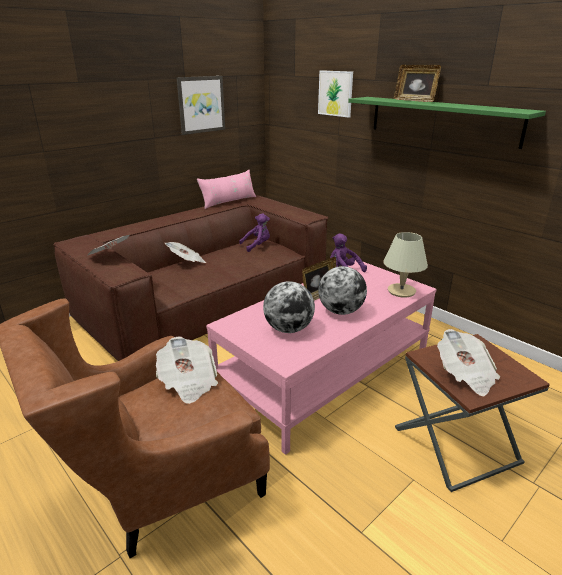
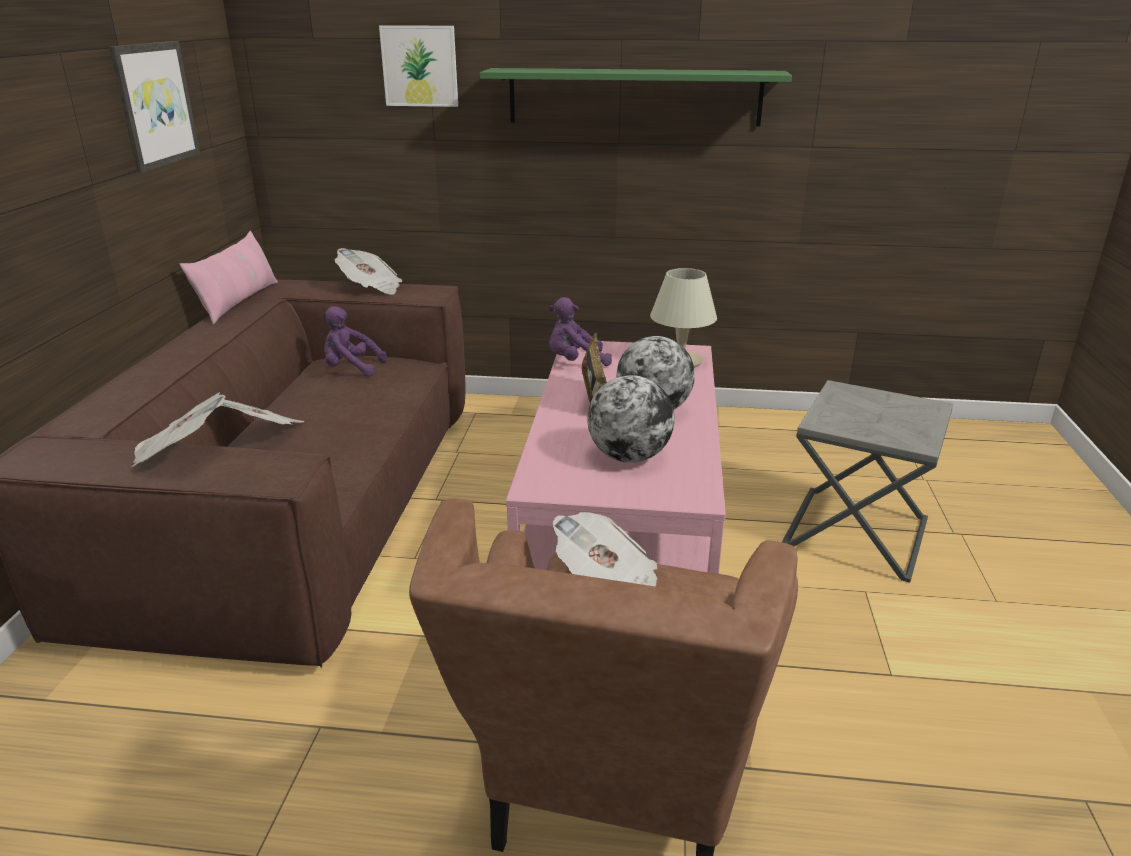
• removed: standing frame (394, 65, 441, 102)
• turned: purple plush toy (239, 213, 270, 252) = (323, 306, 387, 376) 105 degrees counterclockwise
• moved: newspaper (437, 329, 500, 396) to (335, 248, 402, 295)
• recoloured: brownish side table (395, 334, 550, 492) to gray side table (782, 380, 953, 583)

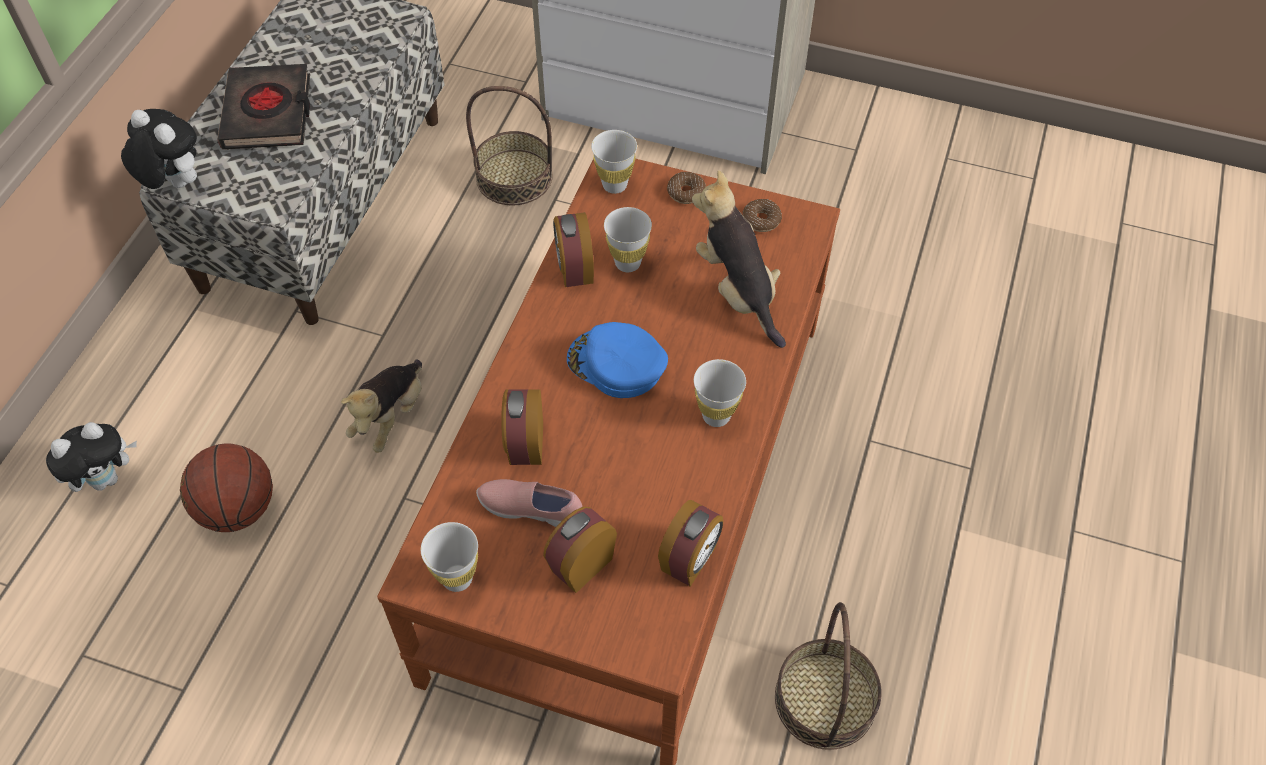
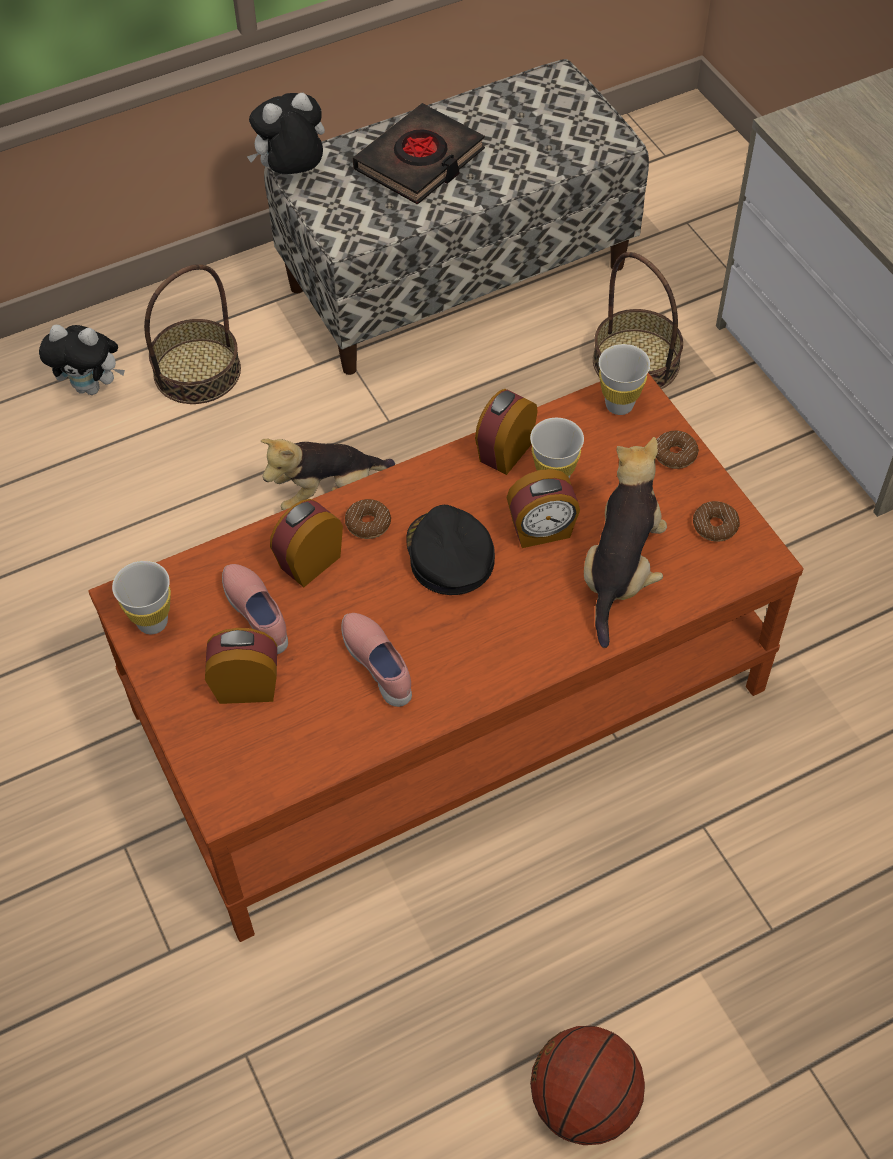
• turned: plush toy (121, 109, 197, 189) = (247, 93, 325, 175) 105 degrees counterclockwise
• recoloured: bluish baseball cap (567, 322, 668, 398) to black baseball cap (406, 505, 495, 595)
• removed: white small cup (694, 359, 746, 427)
• moved: basketball ball (180, 443, 273, 532) to (530, 1026, 645, 1145)
• moved: bedside clock (658, 500, 723, 587) to (507, 469, 580, 548)
• moved: storage basket (775, 602, 882, 750) to (144, 264, 241, 404)
• added: ring doughnut (345, 499, 391, 539)
• added: pink-coloured low shoe (341, 613, 412, 707)

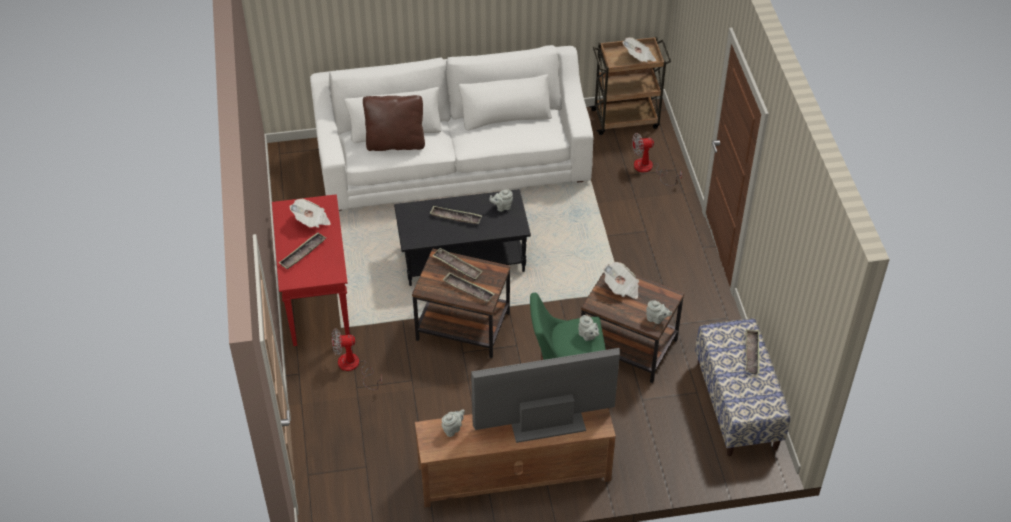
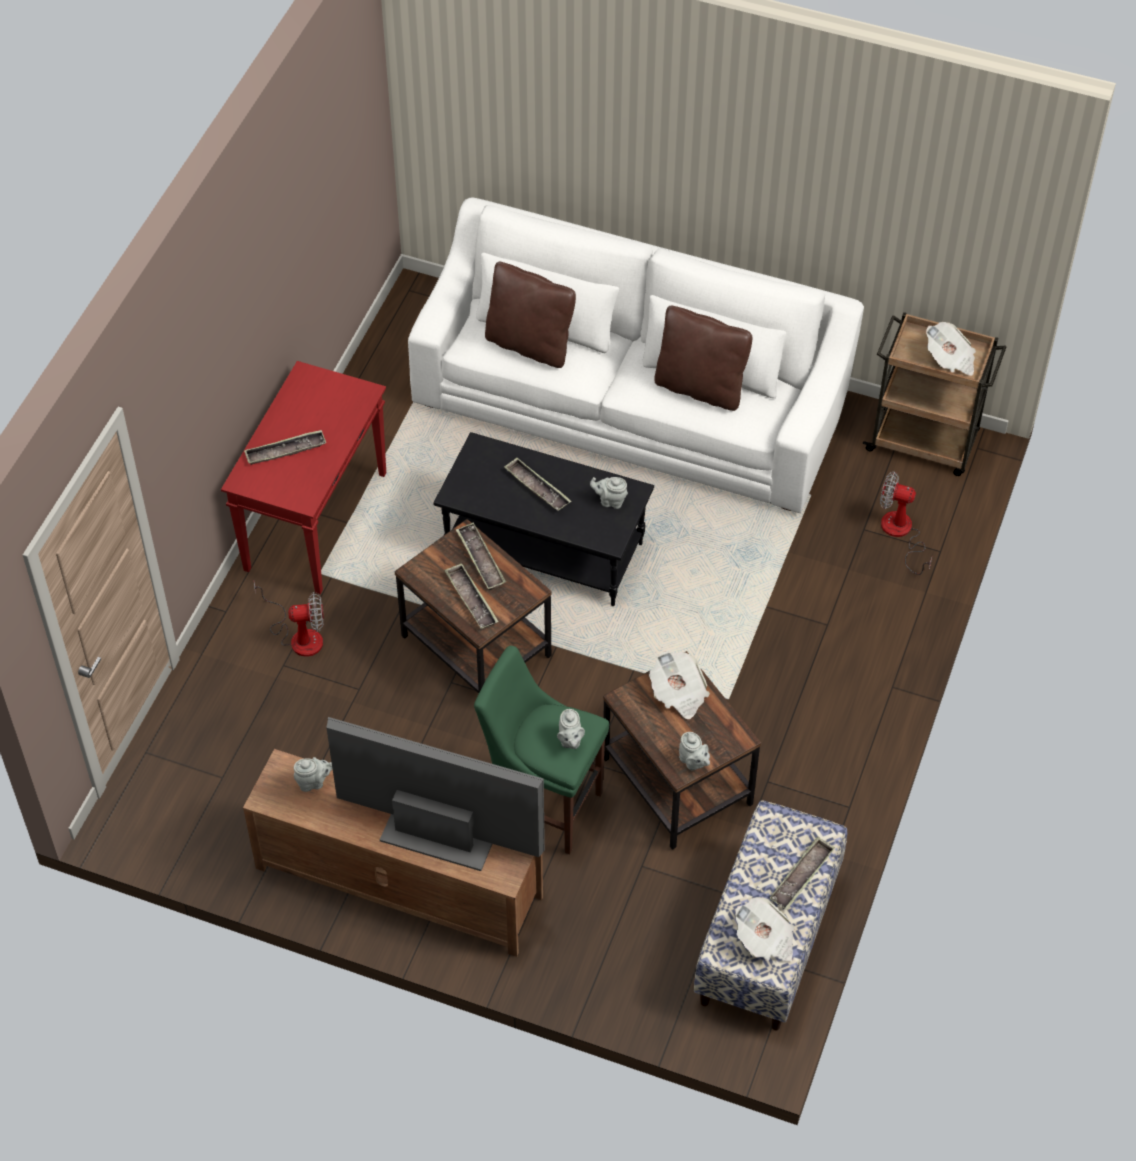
• moved: newspaper (289, 199, 331, 228) to (735, 897, 794, 962)
• turned: cooling fan (332, 328, 382, 390) = (254, 582, 324, 657) 150 degrees clockwise
• added: brownish pillow (654, 305, 752, 411)

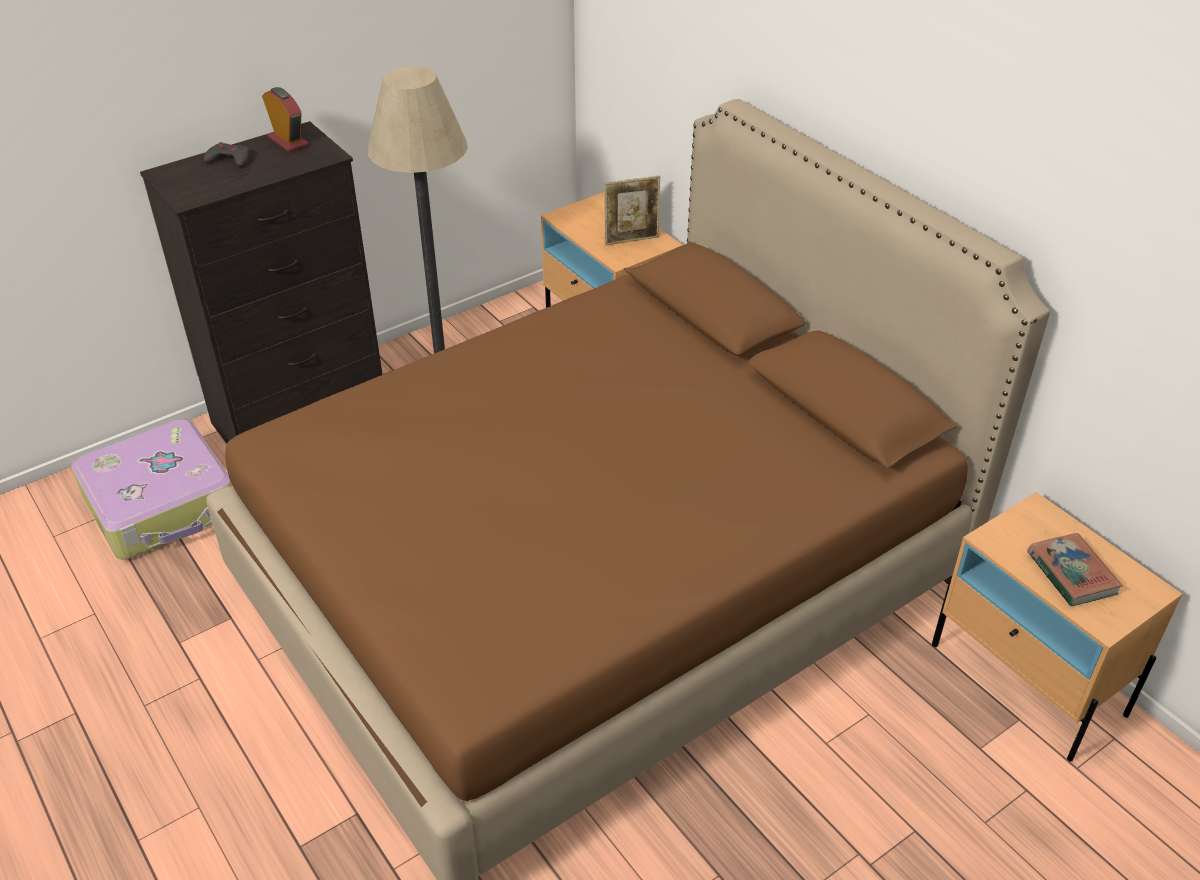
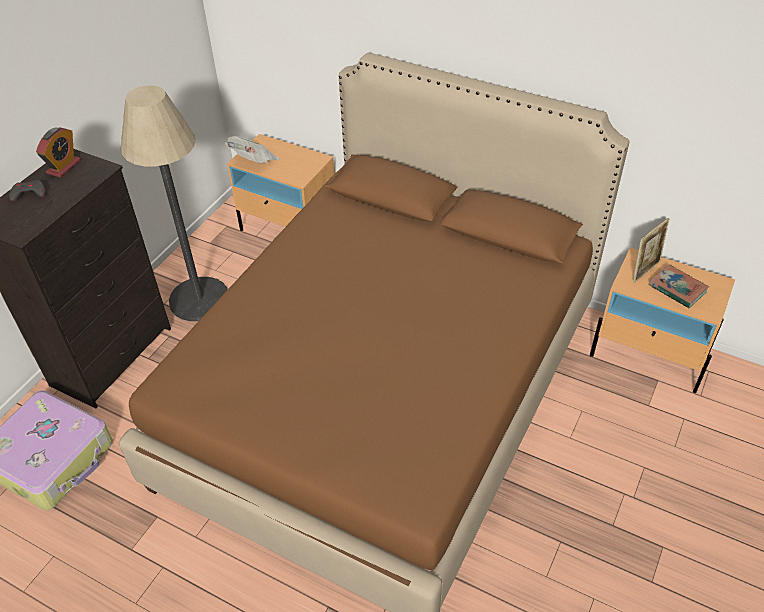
• turned: bedside clock (262, 87, 309, 152) = (36, 127, 81, 178) 90 degrees clockwise
• moved: standing frame (605, 176, 660, 245) to (633, 218, 669, 283)
• added: newspaper (225, 136, 280, 163)

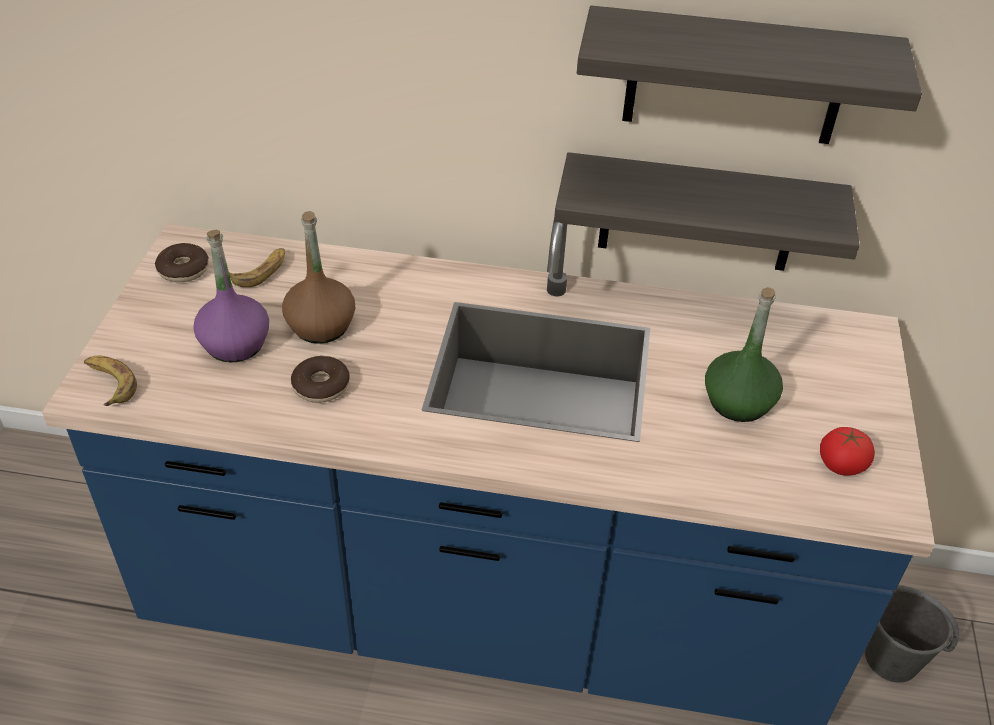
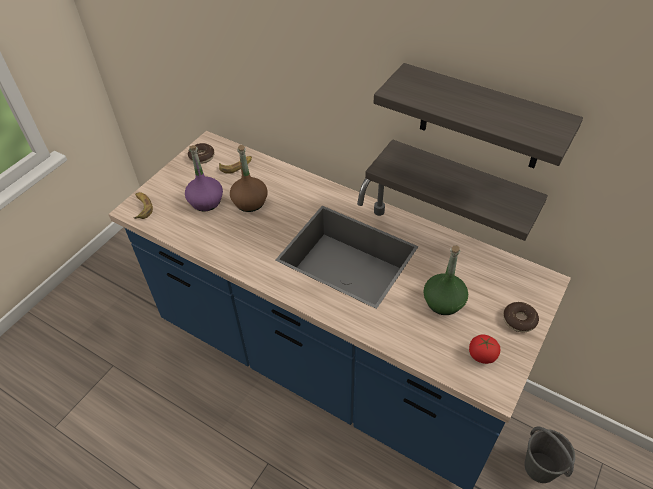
• moved: ring doughnut (291, 356, 350, 403) to (503, 302, 539, 332)

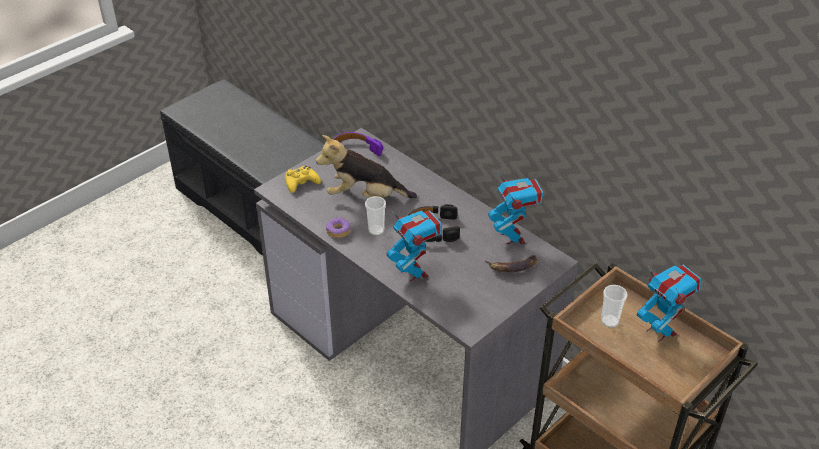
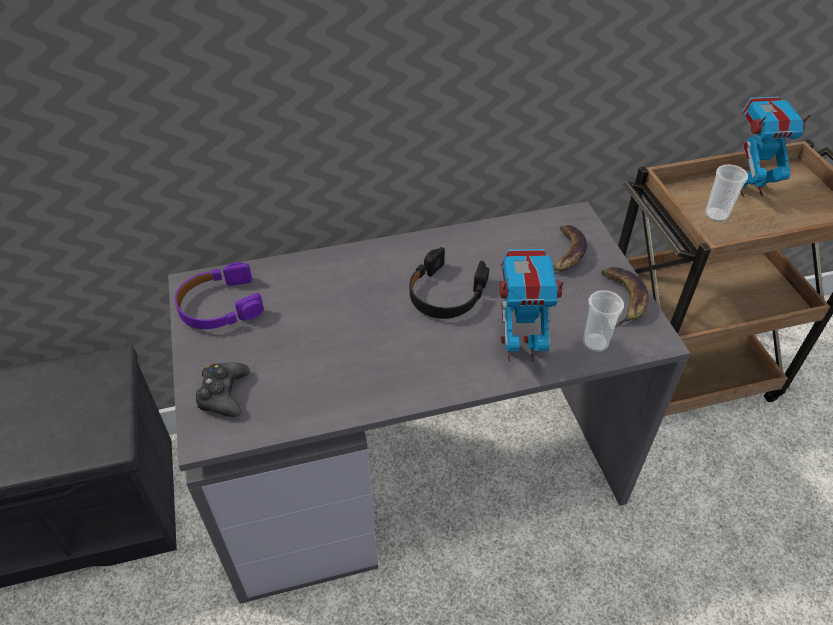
• removed: plush toy (316, 135, 417, 198)
• recoloured: yellow gamepad (285, 166, 321, 193) to black gamepad (196, 363, 250, 417)
• removed: toy robot (488, 171, 543, 244)
• moved: small cup (365, 196, 386, 236) to (583, 290, 624, 352)
• removed: ring doughnut (326, 217, 350, 238)
• added: whole banana (601, 267, 649, 327)

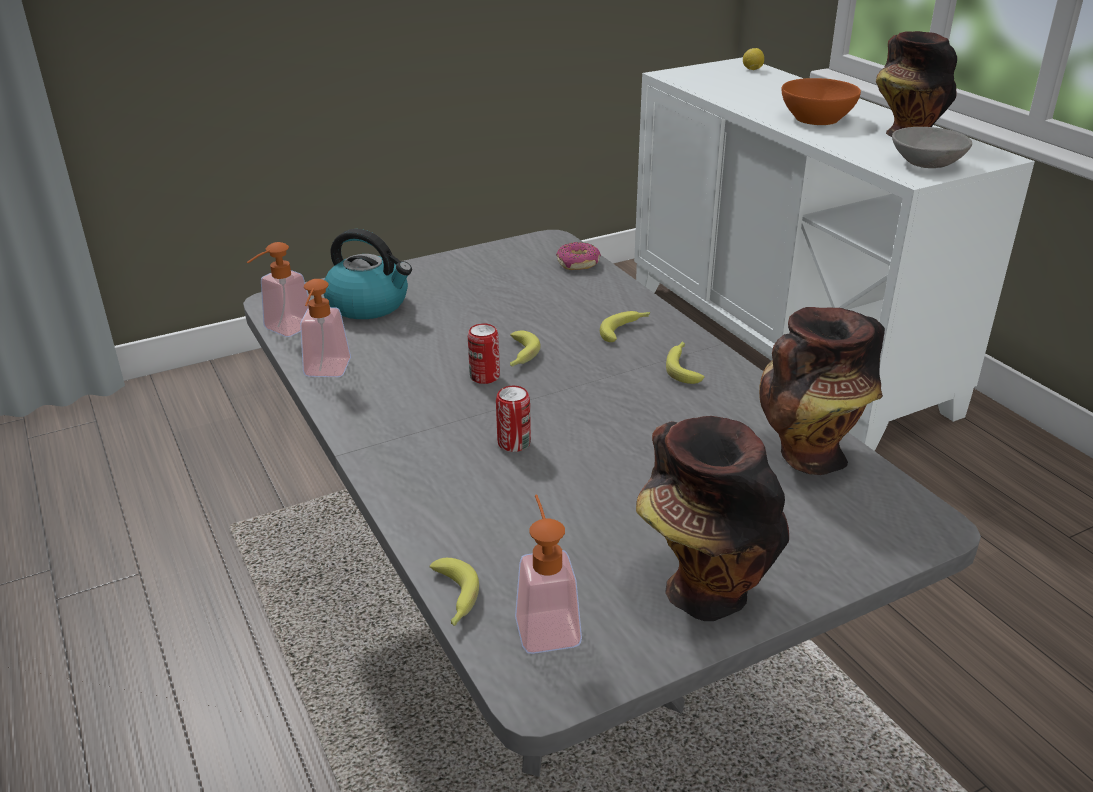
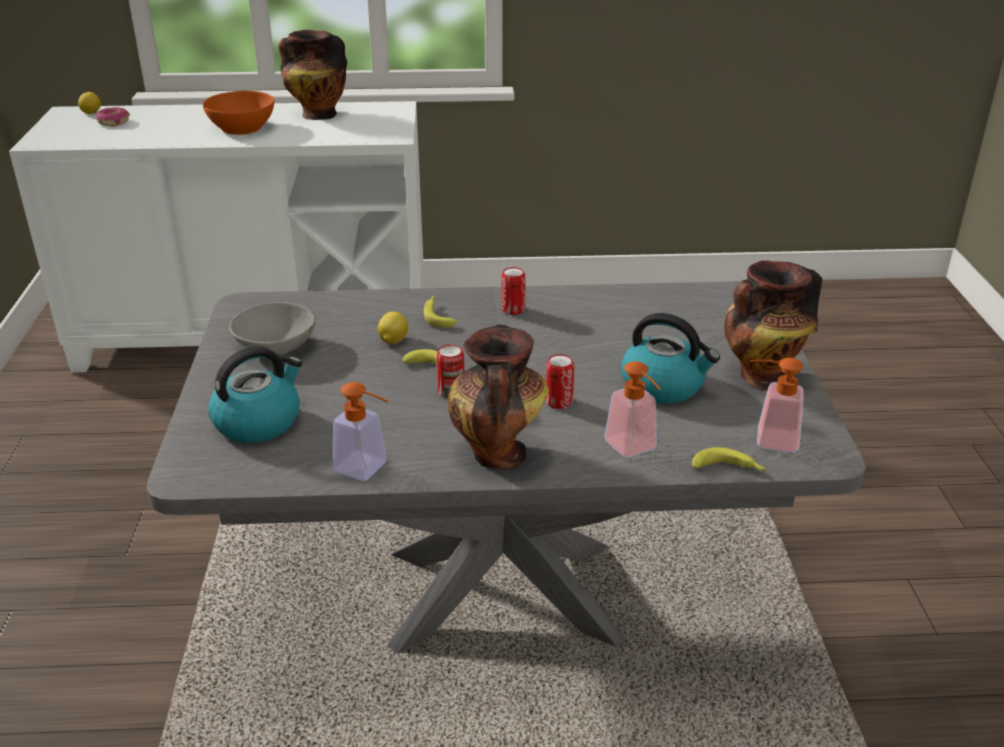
• moved: gray bowl (892, 127, 972, 168) to (229, 302, 316, 355)
• moved: liquid soap bottle (247, 242, 310, 337) to (604, 361, 661, 458)
• moved: ring doughnut (556, 242, 601, 270) to (96, 107, 130, 126)
• moved: flower vase (759, 307, 885, 475) to (448, 325, 549, 469)
• replaced: whole banana (666, 341, 705, 384) to can (501, 267, 526, 315)
• added: lemon (378, 312, 408, 344)
• added: water kettle (621, 313, 720, 404)

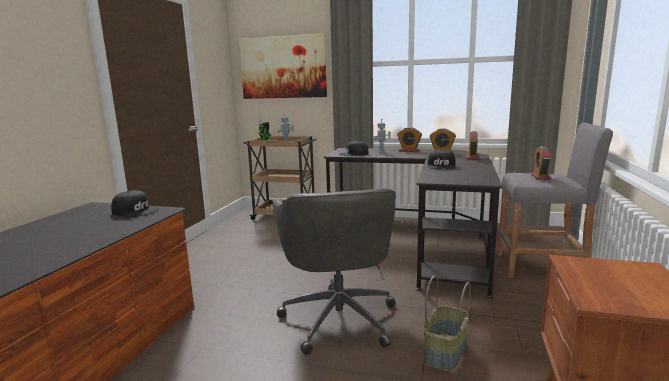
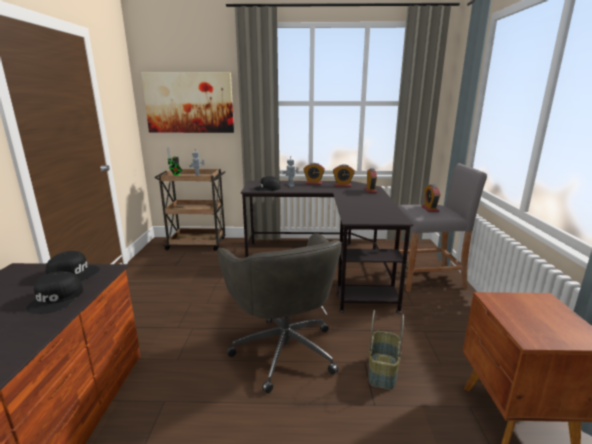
• moved: black baseball cap (428, 150, 456, 169) to (26, 271, 83, 314)

